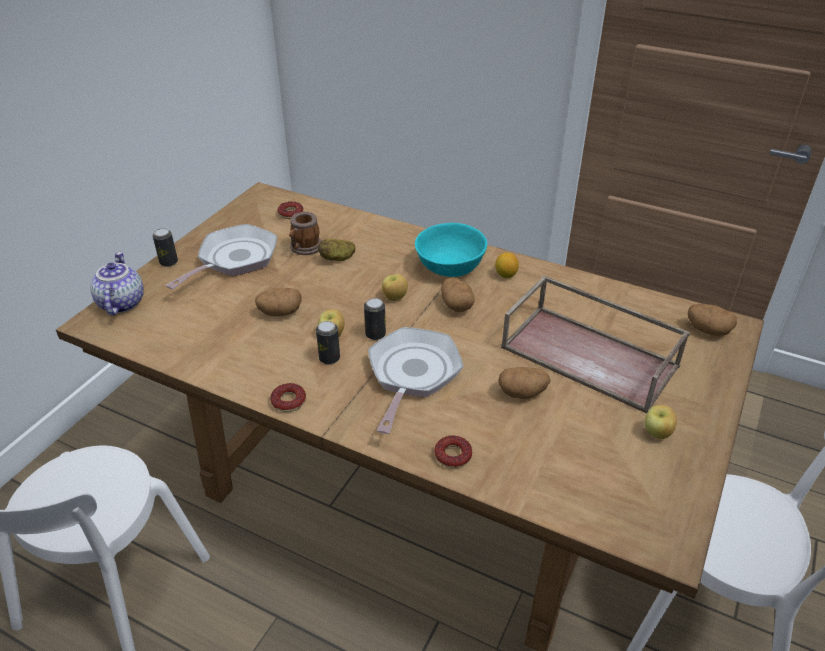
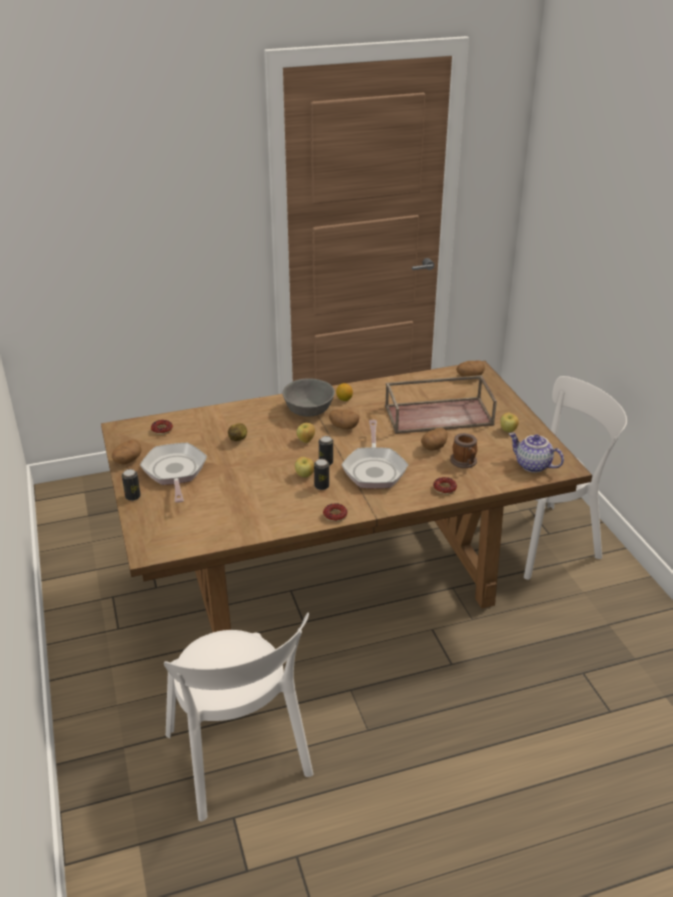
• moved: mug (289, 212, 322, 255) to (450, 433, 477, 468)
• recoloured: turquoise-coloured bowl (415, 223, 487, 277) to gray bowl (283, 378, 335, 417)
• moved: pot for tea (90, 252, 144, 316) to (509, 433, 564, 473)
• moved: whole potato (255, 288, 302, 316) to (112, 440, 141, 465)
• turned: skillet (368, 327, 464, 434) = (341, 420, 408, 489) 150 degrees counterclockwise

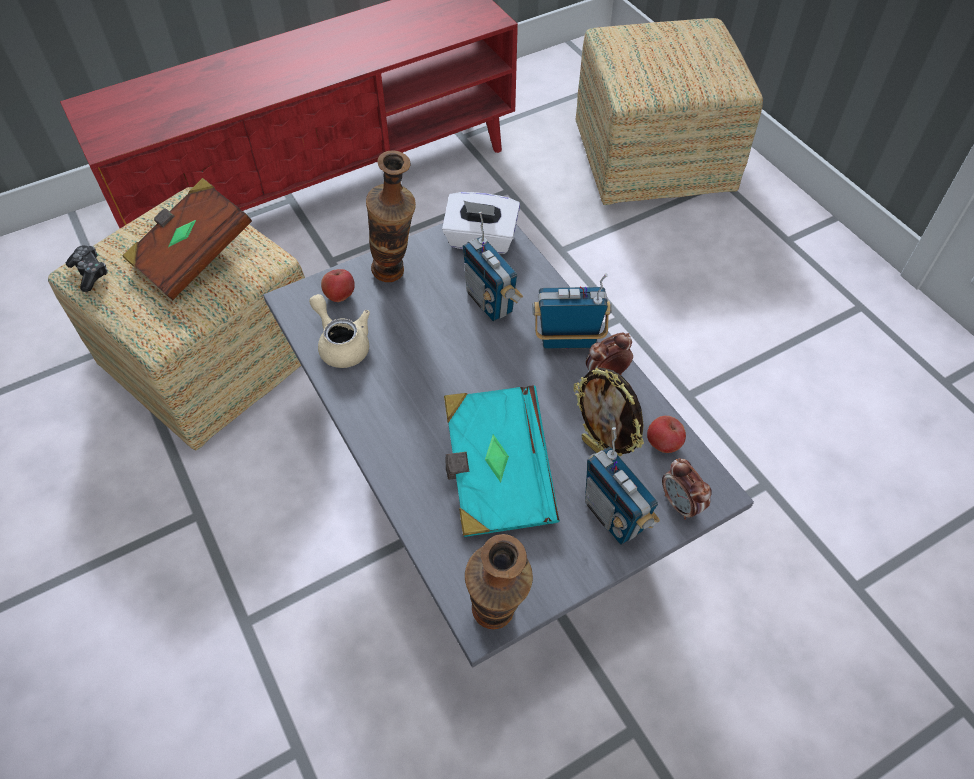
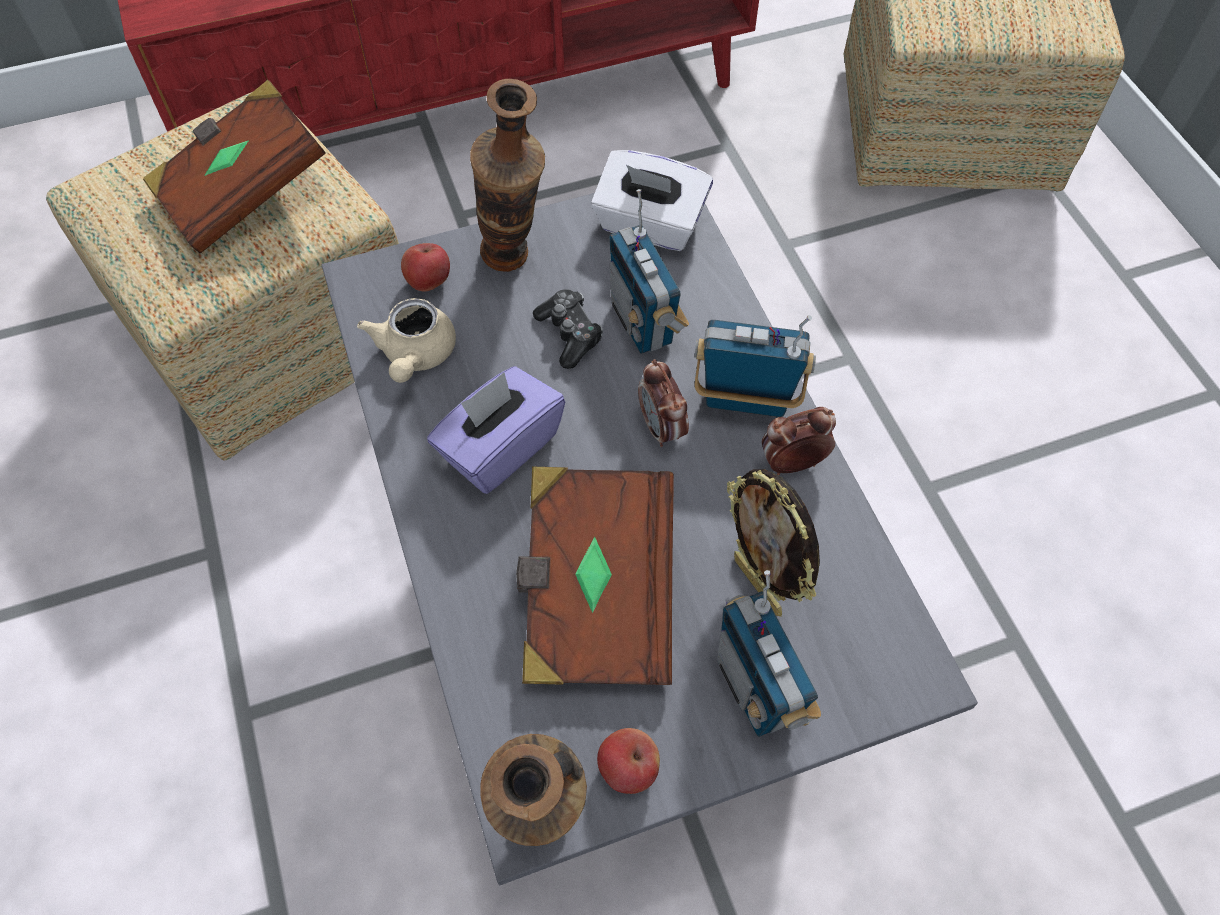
• moved: gamepad (66, 245, 107, 292) to (533, 289, 603, 369)
• turned: sand-coloured pot for tea (309, 294, 370, 368) = (357, 298, 456, 383) 150 degrees counterclockwise
• recoloured: turquoise-coloured book (444, 385, 560, 537) to brownish book (516, 467, 674, 685)
• moved: whole apple (647, 416, 686, 453) to (597, 728, 660, 794)
• moved: bedside clock (662, 458, 712, 520) to (638, 359, 689, 447)
• added: purple box of tissues (427, 366, 565, 494)

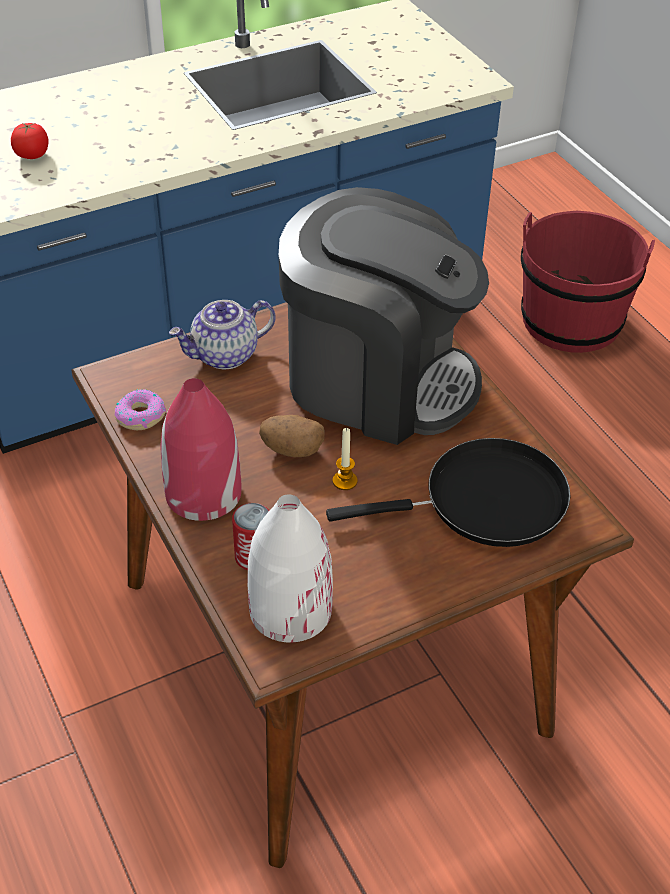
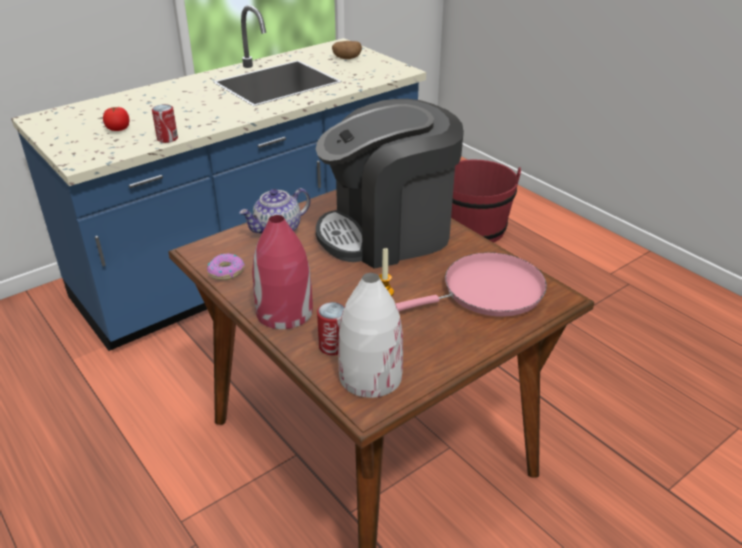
• turned: coffee maker (279, 187, 489, 445) = (316, 99, 464, 268) 150 degrees clockwise
• moved: whole potato (259, 415, 325, 457) to (332, 41, 362, 59)
• recoloured: black skillet (326, 438, 570, 547) to pink-coloured skillet (396, 252, 547, 317)
• added: can (152, 104, 178, 143)

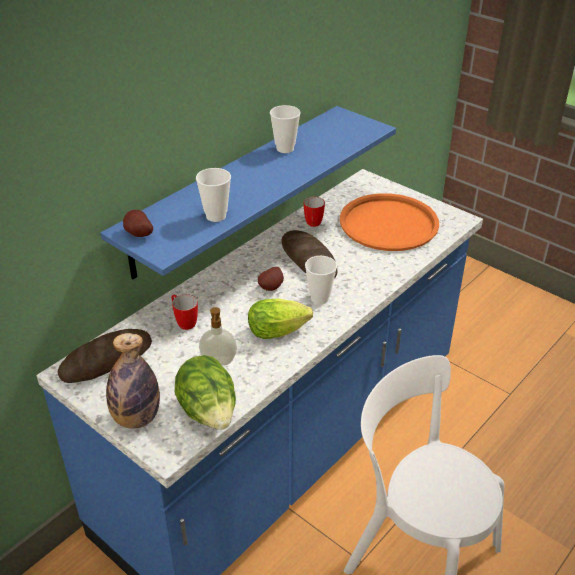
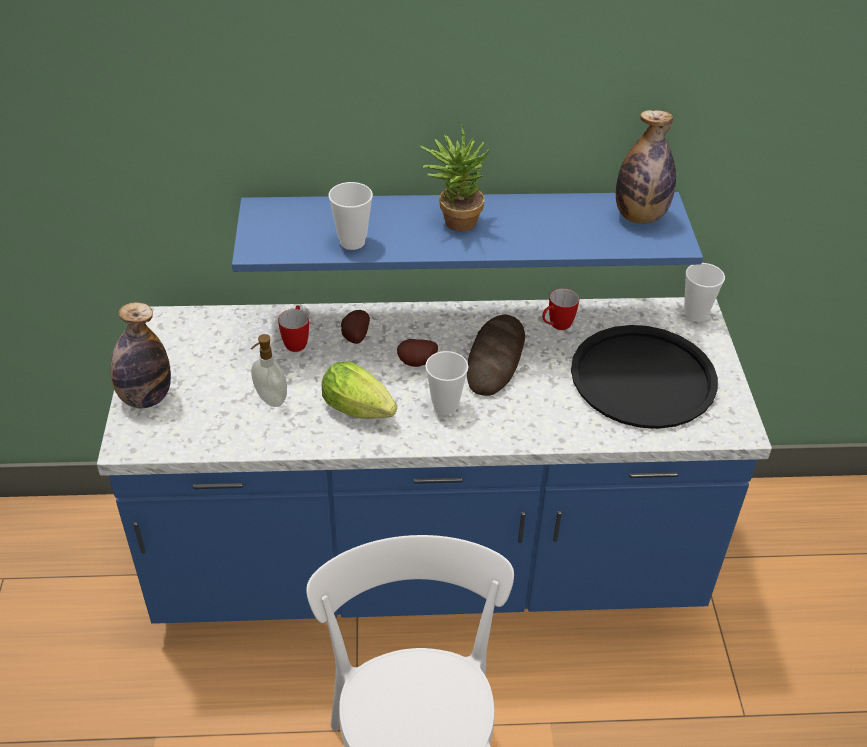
• moved: small cup (270, 105, 301, 153) to (684, 263, 725, 322)
• recoloured: orange carrying tray (340, 193, 439, 251) to black carrying tray (571, 325, 718, 429)
• moved: whole potato (123, 210, 153, 237) to (341, 310, 370, 344)
• removed: bakery bread (58, 329, 152, 383)
• removed: head of lettuce (175, 355, 236, 430)
• added: drink bottle (616, 110, 676, 224)
• added: potted plant (420, 125, 491, 232)

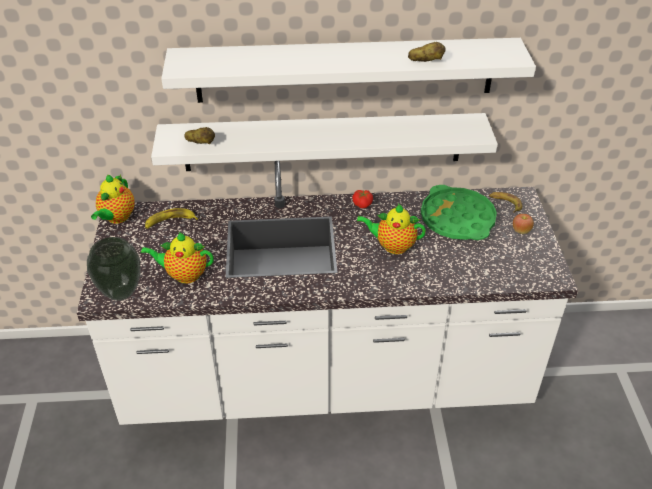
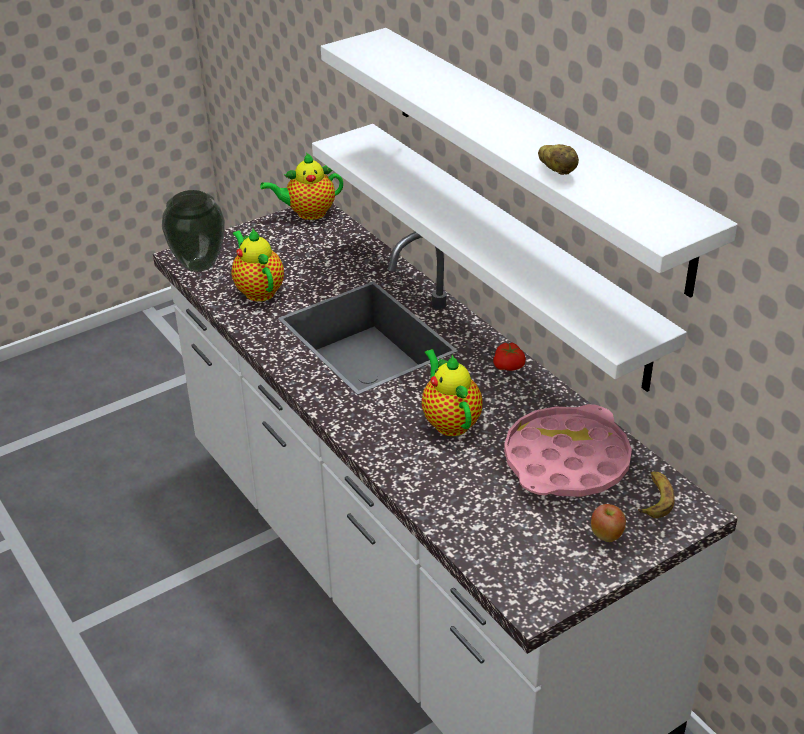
• removed: whole potato (184, 127, 215, 144)
• recoloured: green-coloured carrying tray (421, 185, 497, 240) to pink-coloured carrying tray (504, 404, 632, 497)
• removed: whole banana (145, 208, 198, 229)

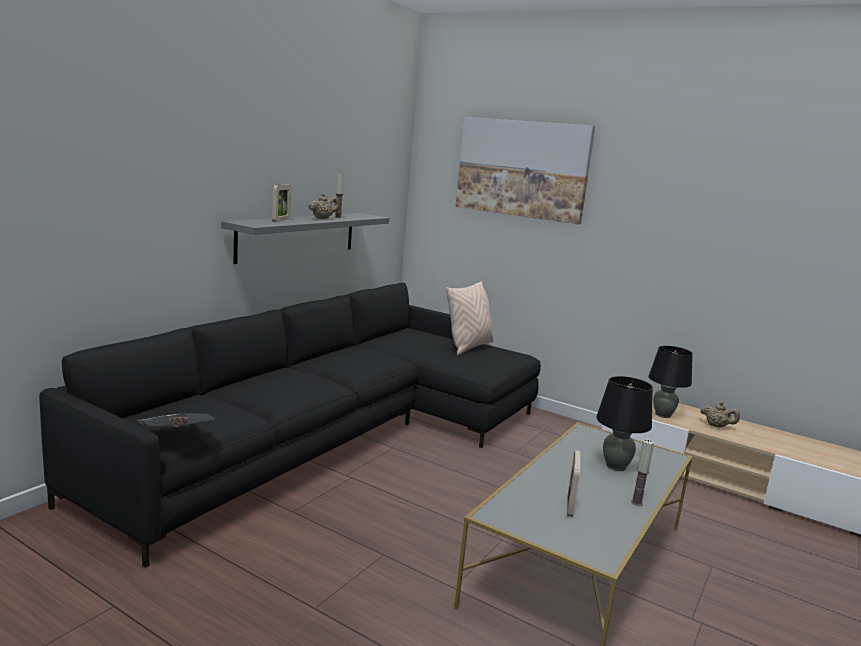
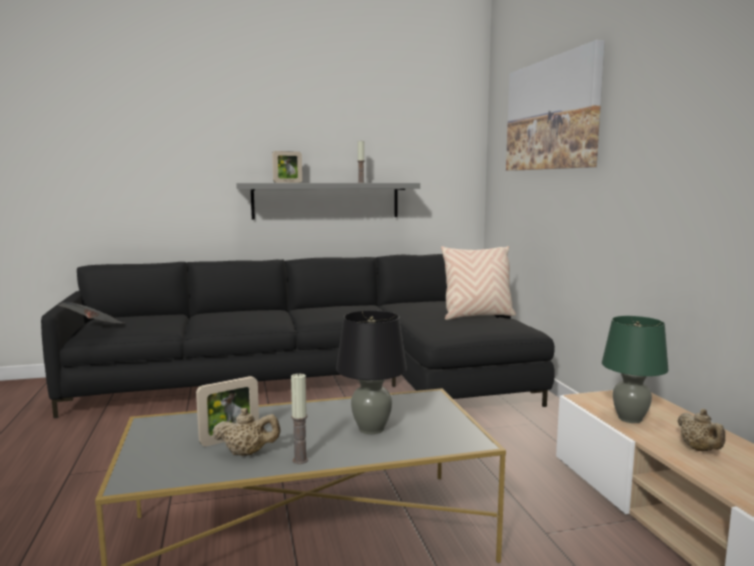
• moved: sand-coloured pot for tea (308, 193, 339, 219) to (212, 408, 281, 456)
• recoloured: black lamp for a table (649, 346, 693, 418) to green-coloured lamp for a table (602, 316, 669, 423)

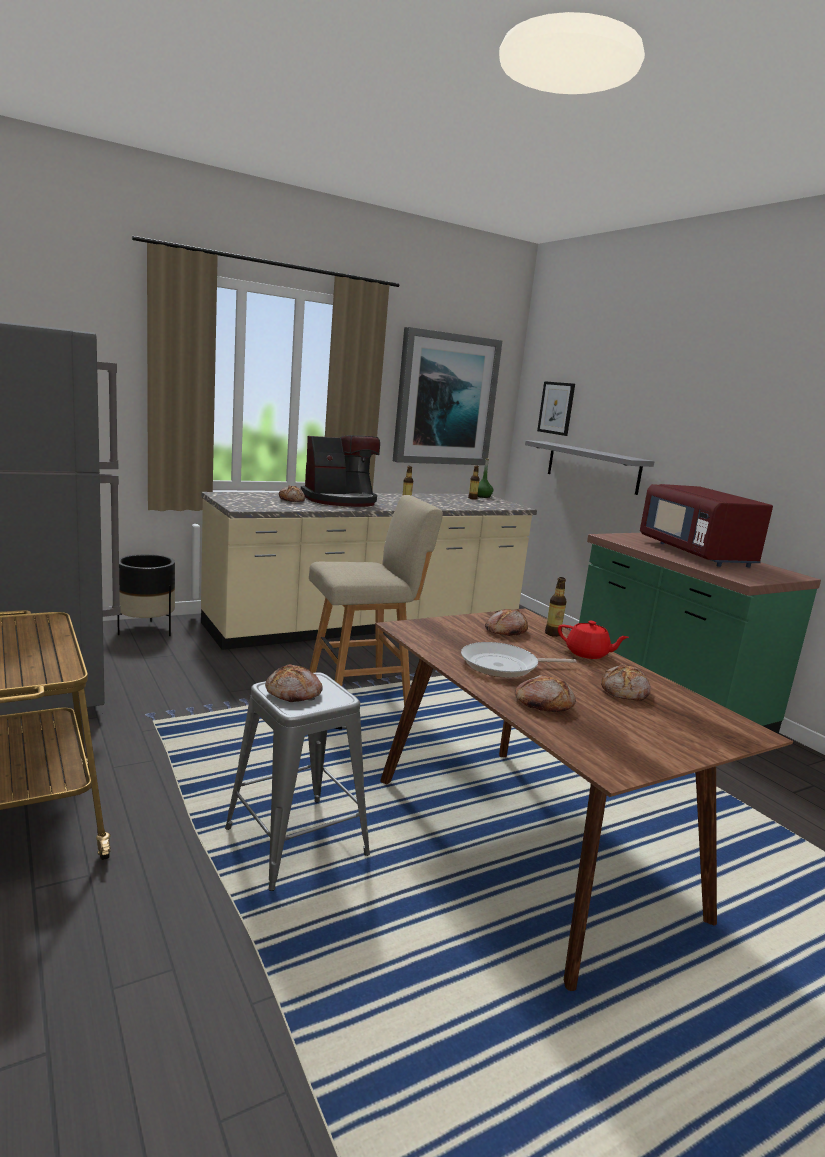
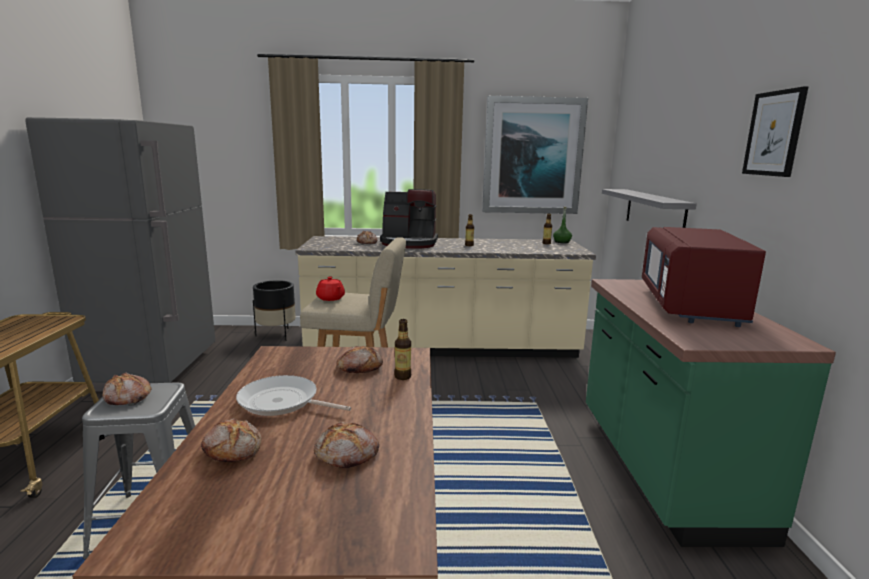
• moved: wall picture (537, 381, 575, 436) to (742, 86, 809, 177)
• moved: red-coloured pot for tea (558, 621, 629, 659) to (316, 277, 345, 301)

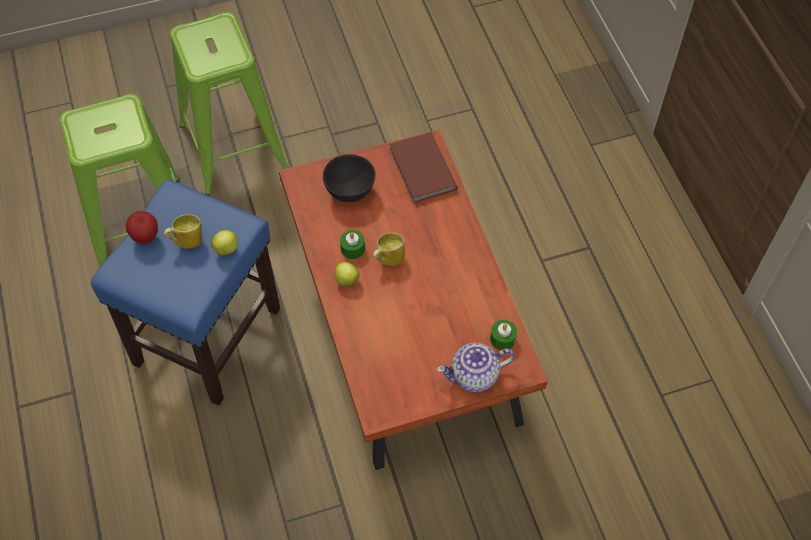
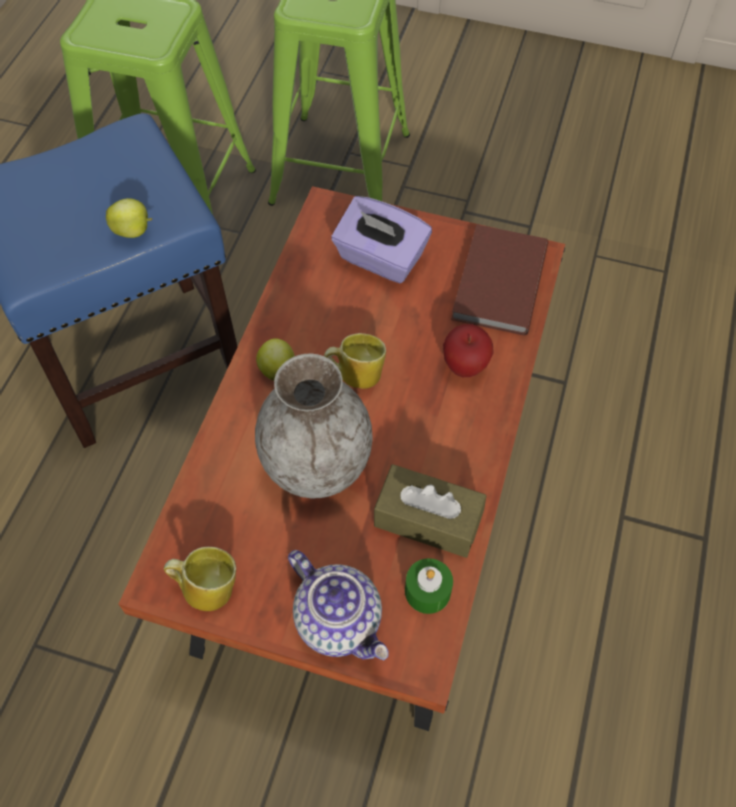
• replaced: black bowl (323, 154, 376, 202) to purple box of tissues (331, 196, 432, 283)
• moved: whole apple (126, 211, 158, 244) to (443, 324, 494, 377)
• moved: mug (164, 214, 202, 249) to (164, 547, 236, 611)
• removed: green-coloured wax candle (340, 230, 365, 259)
• turned: pot for tea (437, 343, 515, 392) = (288, 550, 389, 660) 150 degrees counterclockwise
• added: gray flower vase (255, 354, 373, 498)
• added: brownish box of tissues (374, 464, 486, 558)

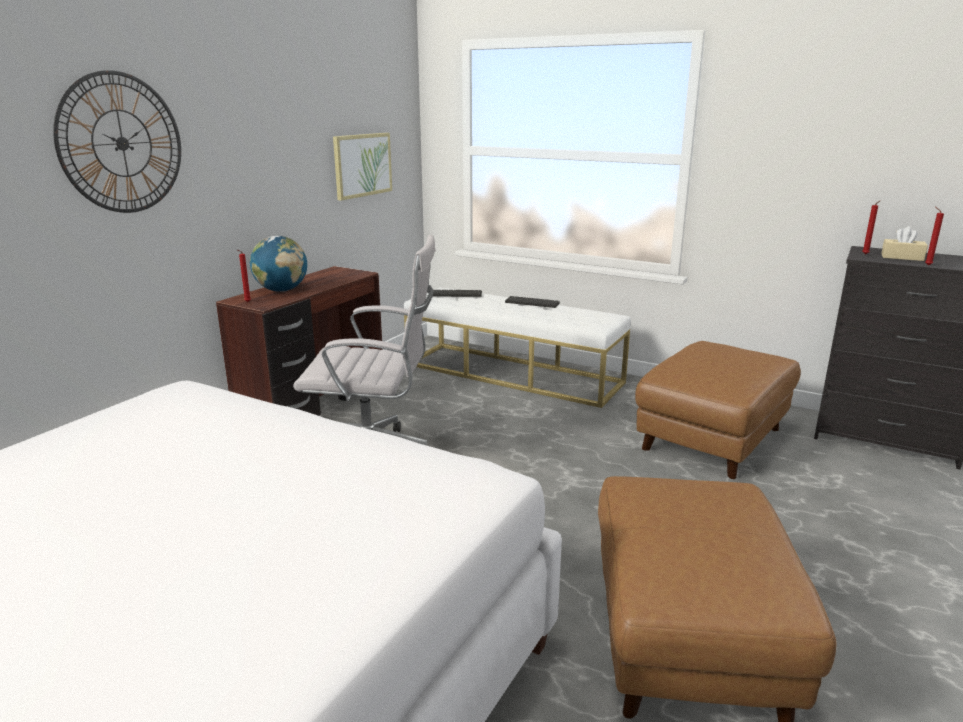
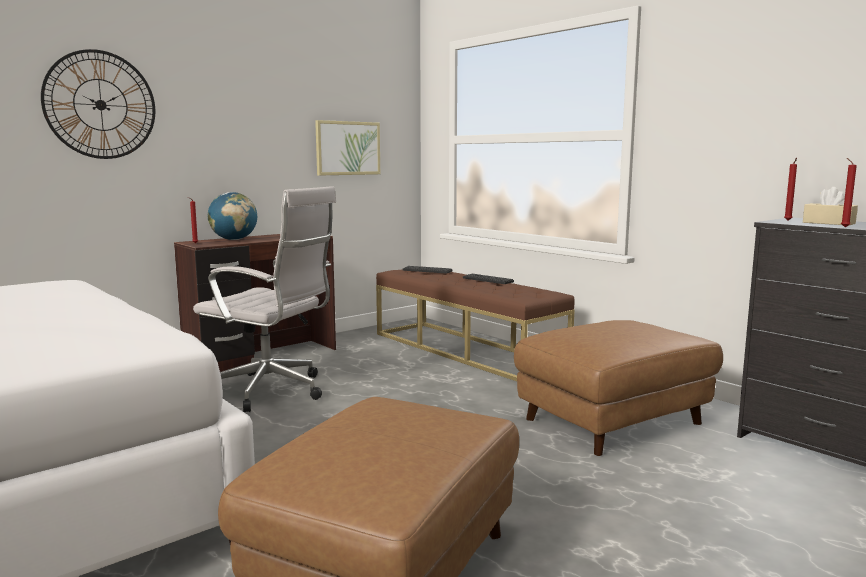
• recoloured: white long seat (404, 287, 631, 408) to brownish long seat (376, 269, 575, 381)

